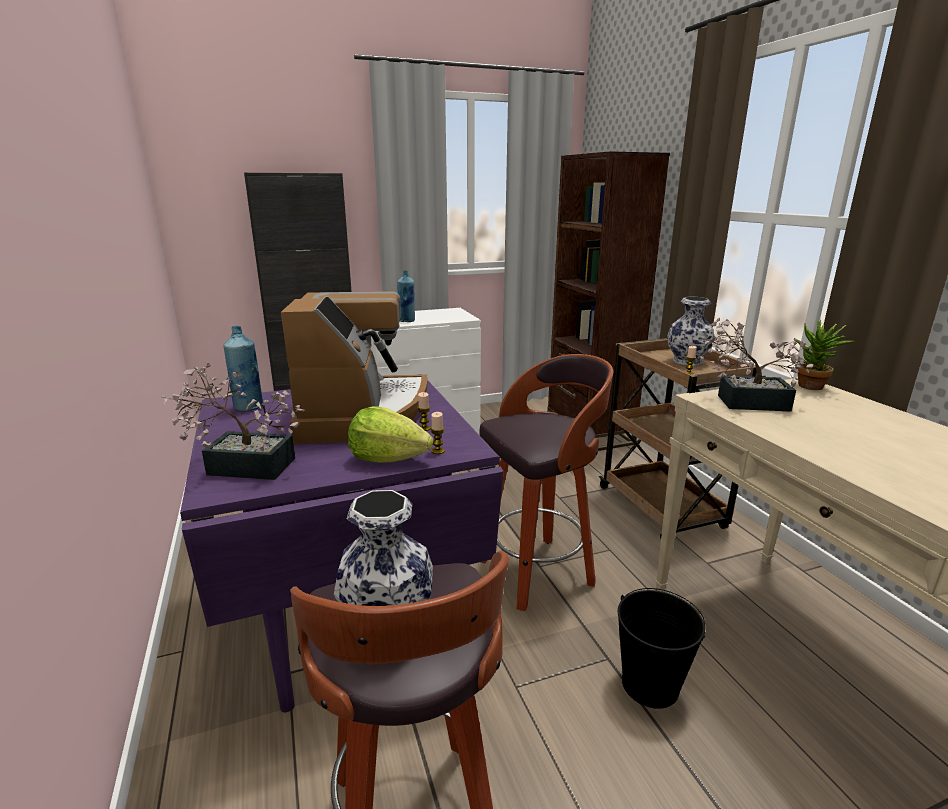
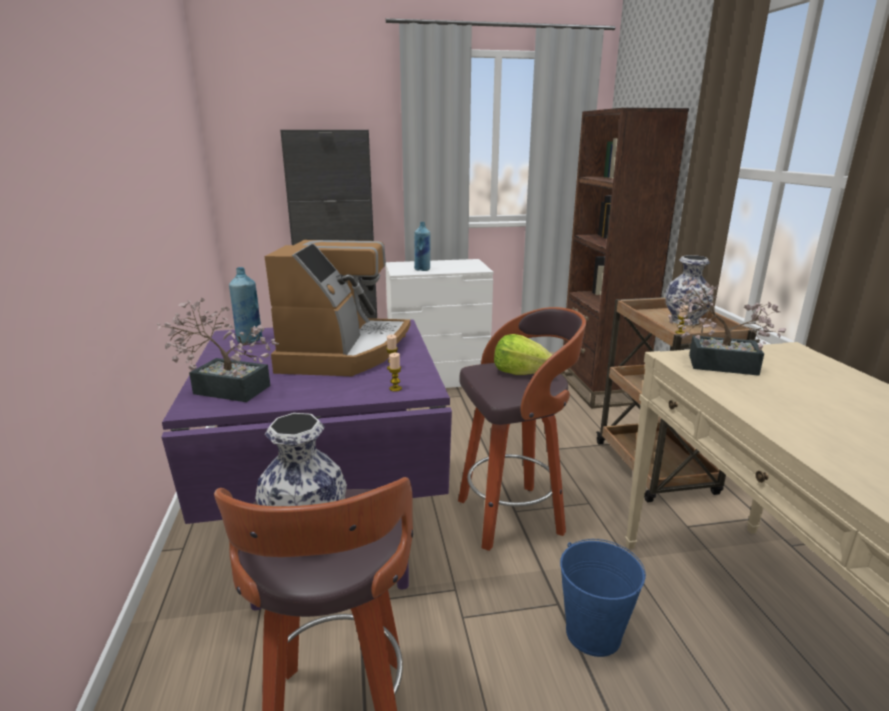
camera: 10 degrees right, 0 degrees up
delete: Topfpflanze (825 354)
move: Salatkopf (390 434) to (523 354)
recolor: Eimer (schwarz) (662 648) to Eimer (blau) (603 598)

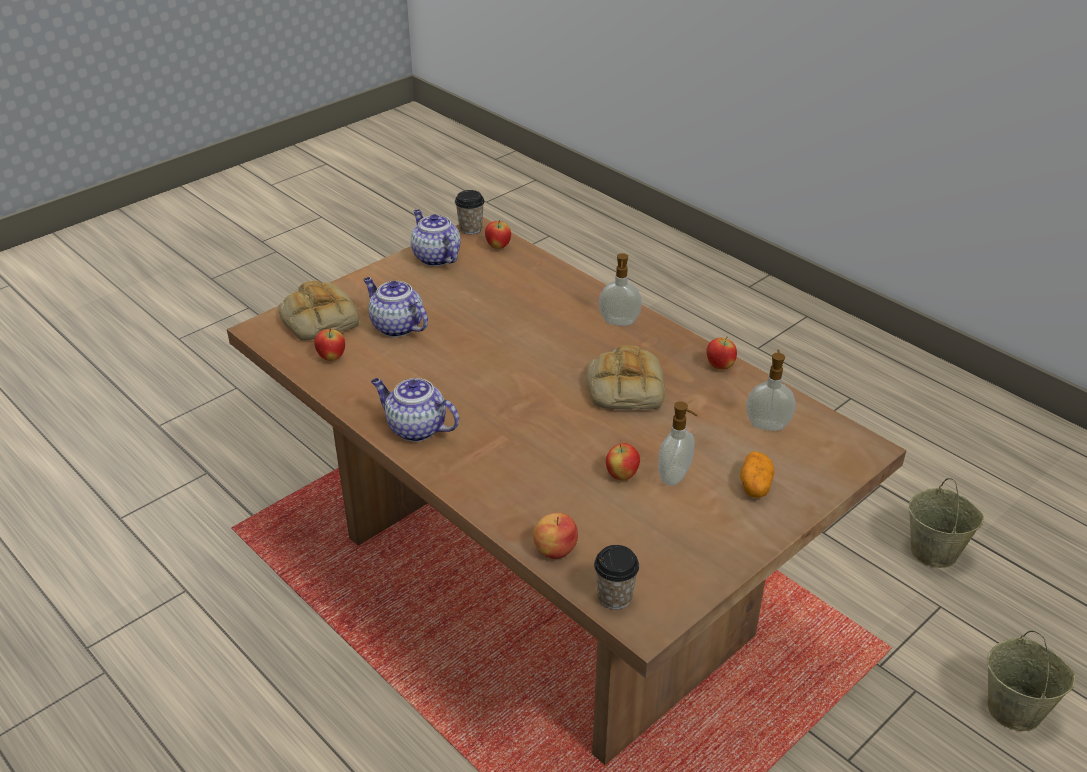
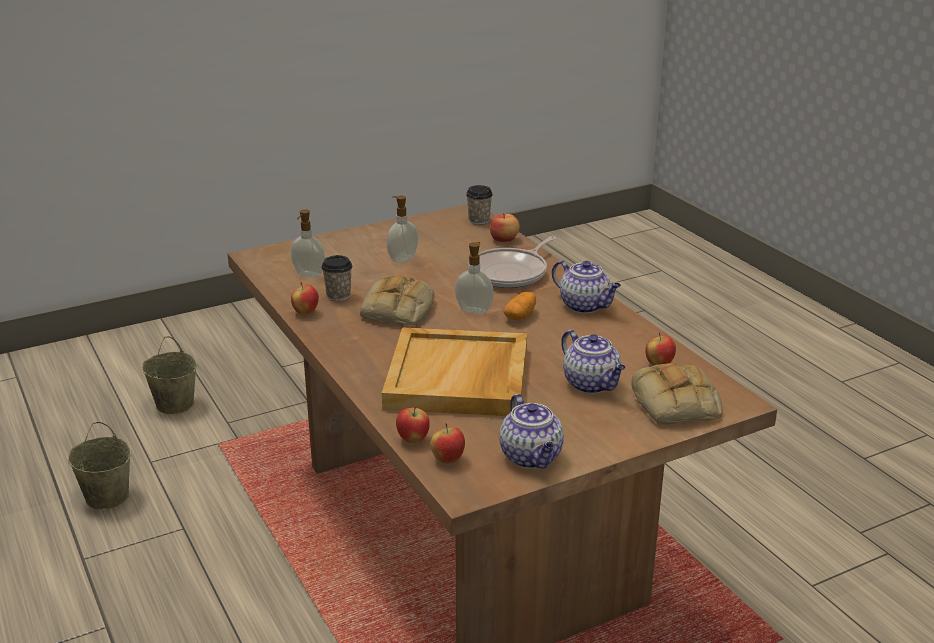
camera: 165 degrees left, 10 degrees down
insert: Pfanne (512 262); Tablett (beige) (454 371)
move: Tasse (470 212) to (337 278); Seifenspender (620 289) to (474 278); Apfel (623 462) to (413 425); Kartoffel (757 474) to (519 306)

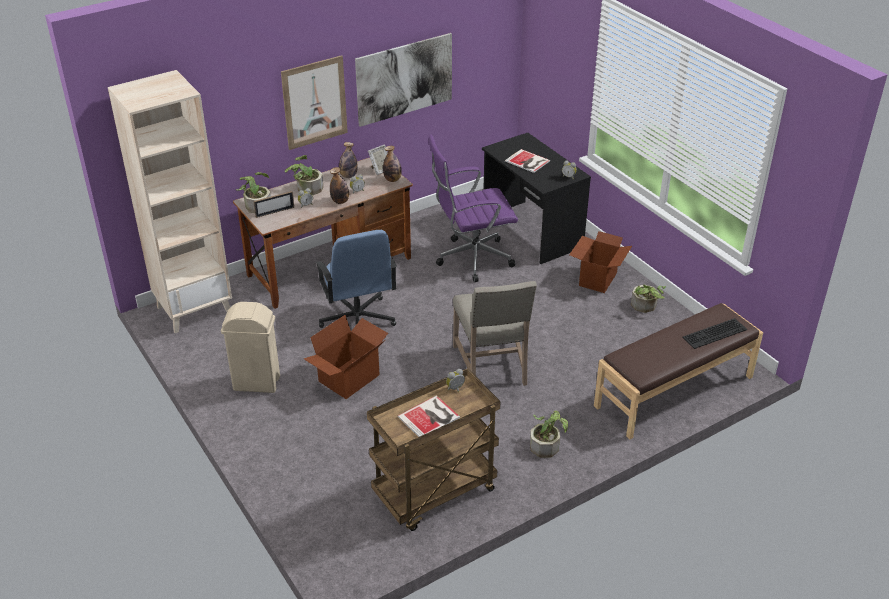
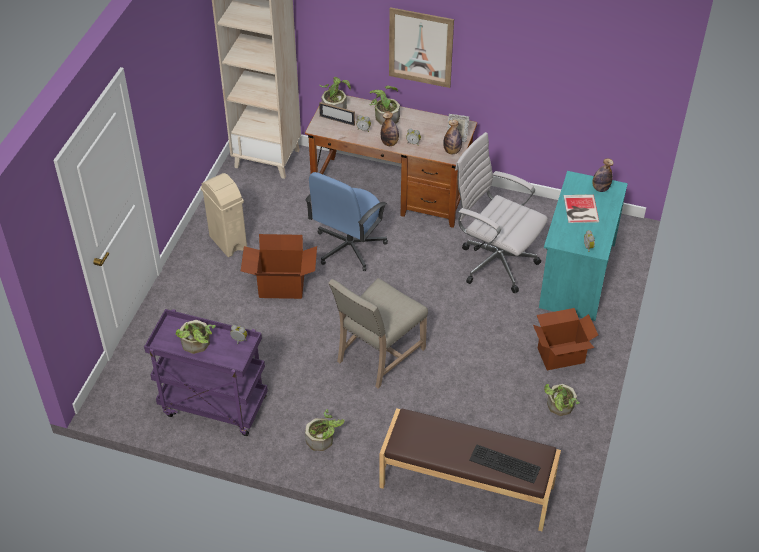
camera: 50 degrees right, 10 degrees up
delete: Bild (403 80)
move: Flasche (348 160) to (603 175)
replace: Buch (429 416) to Topfpflanze (196 337)
recolor: Schreibtisch (schwarz) (536 198) to Schreibtisch (türkis) (583 246); Bürostuhl (lila) (473 208) to Bürostuhl (weiß) (501 212); Rollwagen (braun) (434 449) to Rollwagen (lila) (206 372)

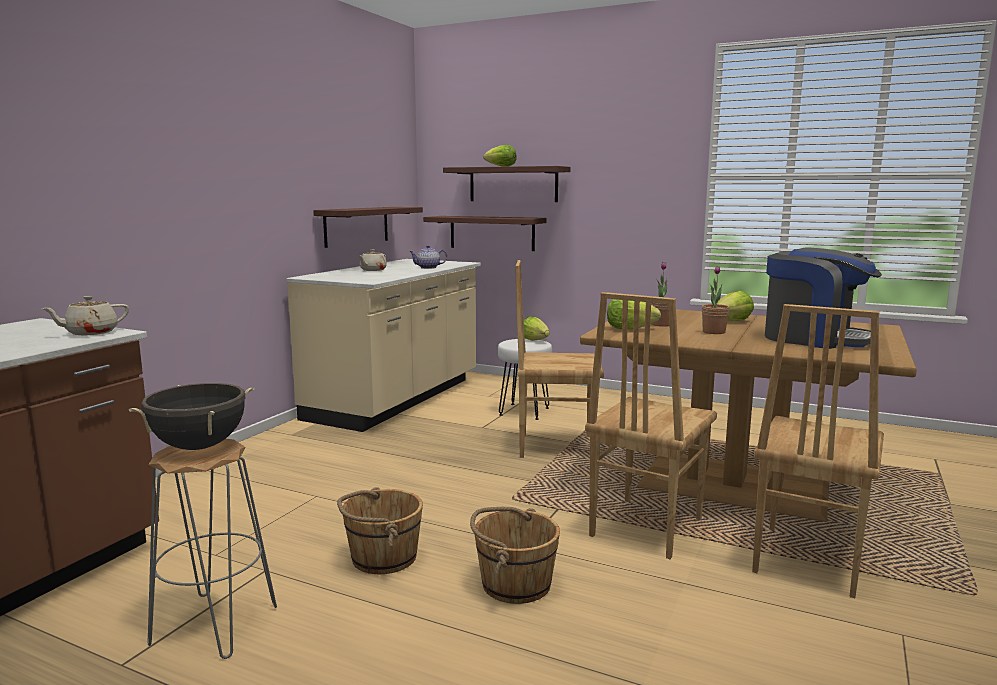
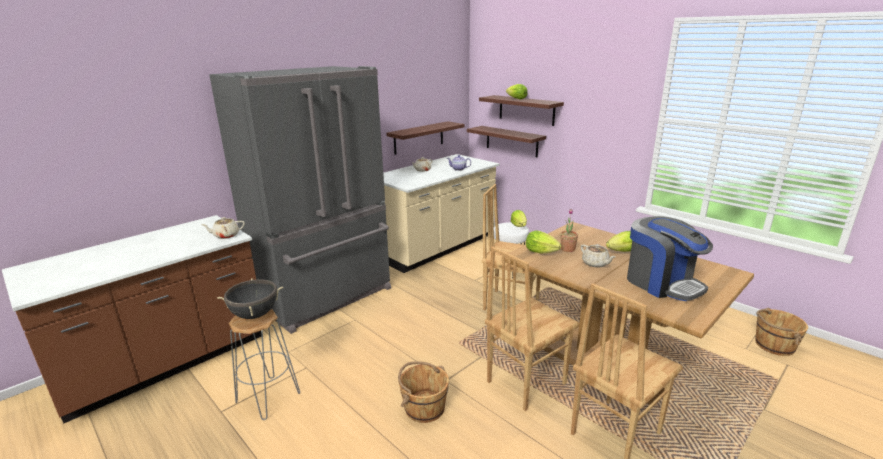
camera: 20 degrees right, 10 degrees up
insert: Kühlschrank (grau) (300 200)
move: Eimer (braun) (380 530) to (781 332)
replace: Topfpflanze (715 300) to Teekanne (beige) (598 256)

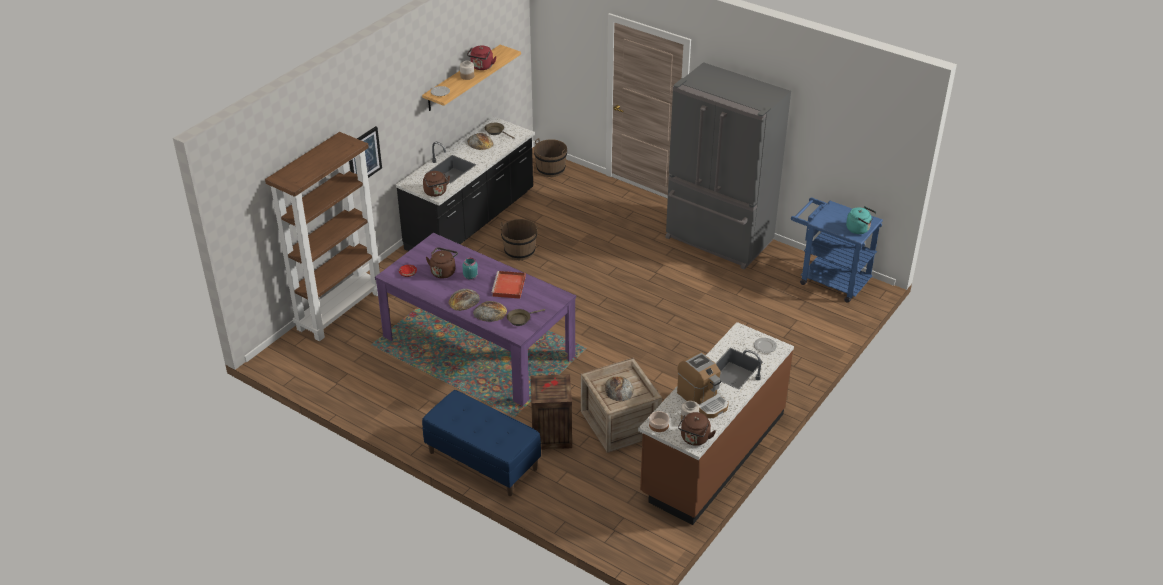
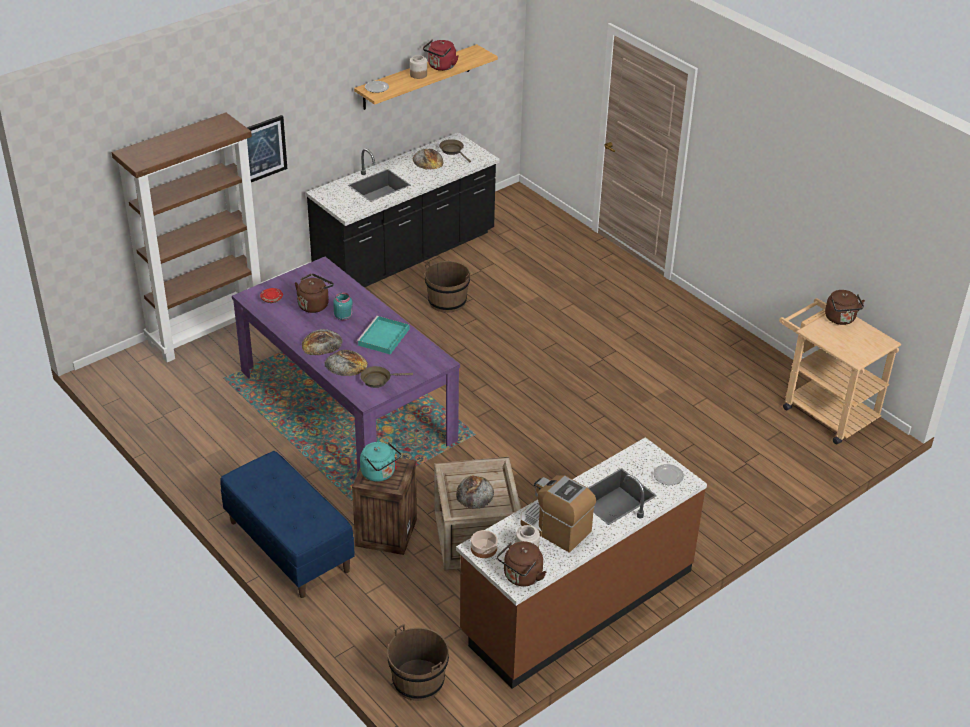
camera: 15 degrees right, 0 degrees up
delete: Kühlschrank (grau) (728 165)
move: Eimer (braun) (550 157) to (418 662); Wasserkessel (braun) (436 184) to (845 307); Wasserkessel (türkis) (861 220) to (380 462)
recolor: Rollwagen (blau) (837 250) to Rollwagen (beige) (840 371); Tablett (rot) (508 285) to Tablett (türkis) (383 335)
rotate: Kaffeemaschine (703 385) = (558 513) 150 degrees clockwise

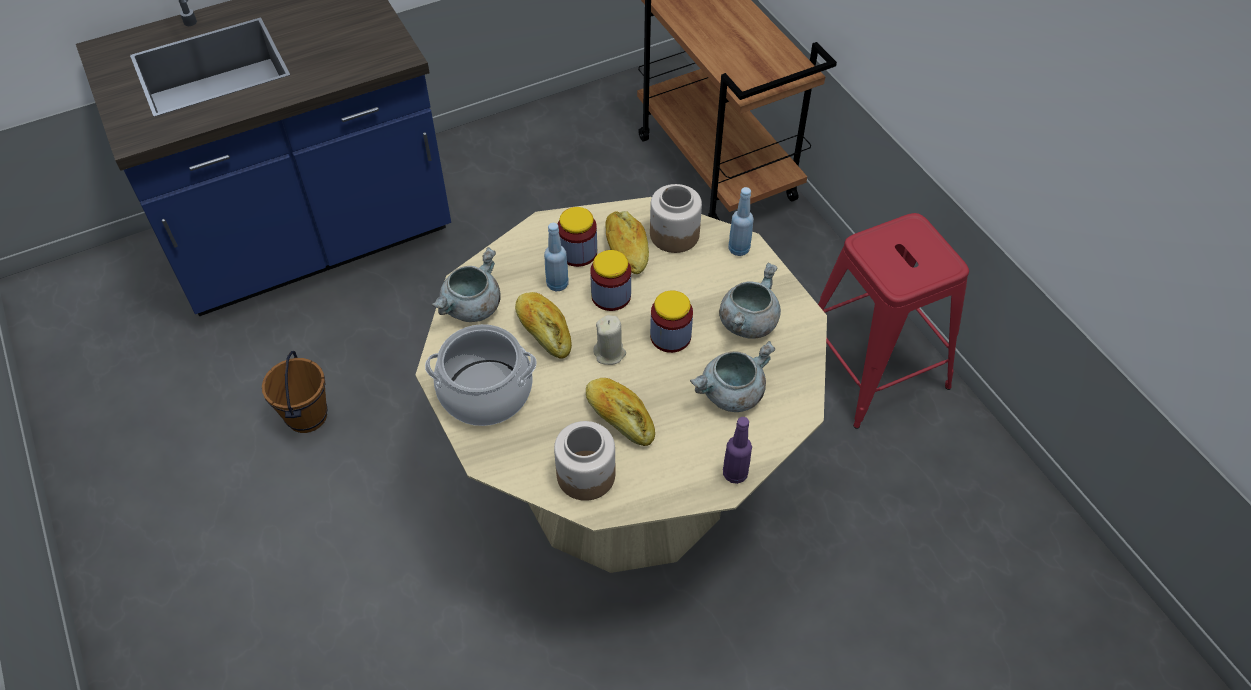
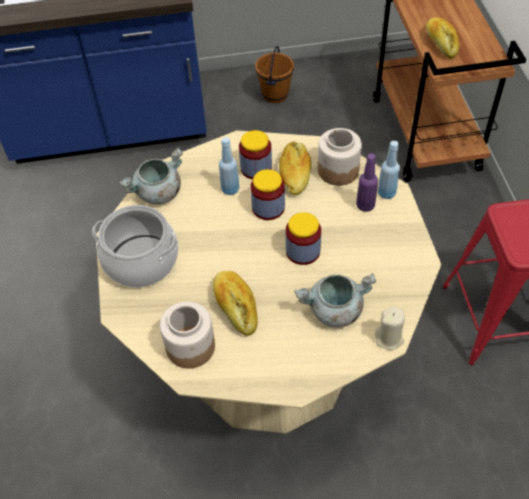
camera: 20 degrees right, 0 degrees up
delete: Kochtopf (grau) (750 301)
move: Brot (543 325) to (442 37); Kerze (beige) (609 340) to (390 328); Eimer (braun) (294 392) to (274 74); Flasche (lila) (737 450) to (367 182)

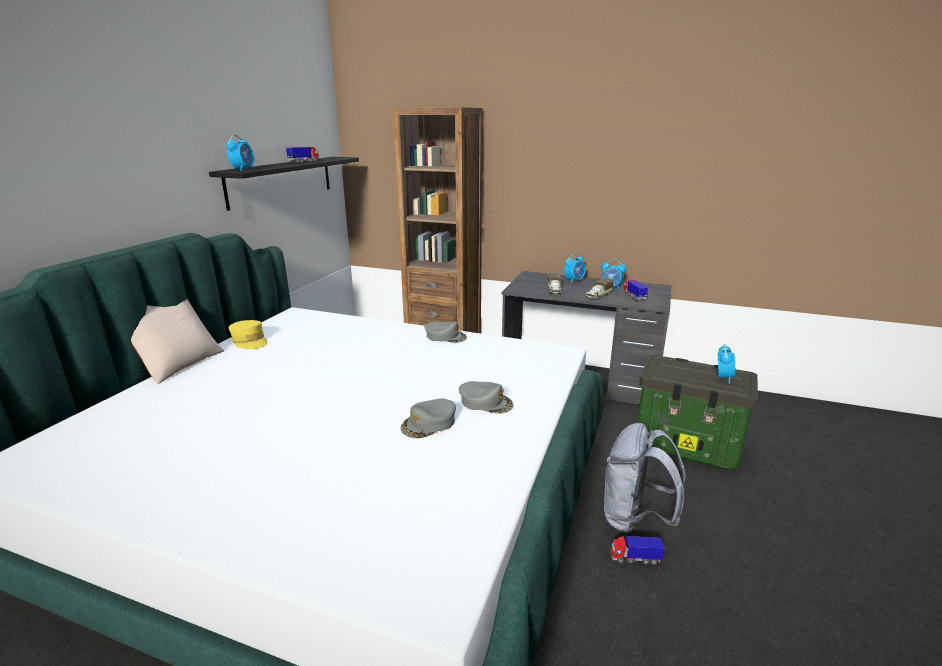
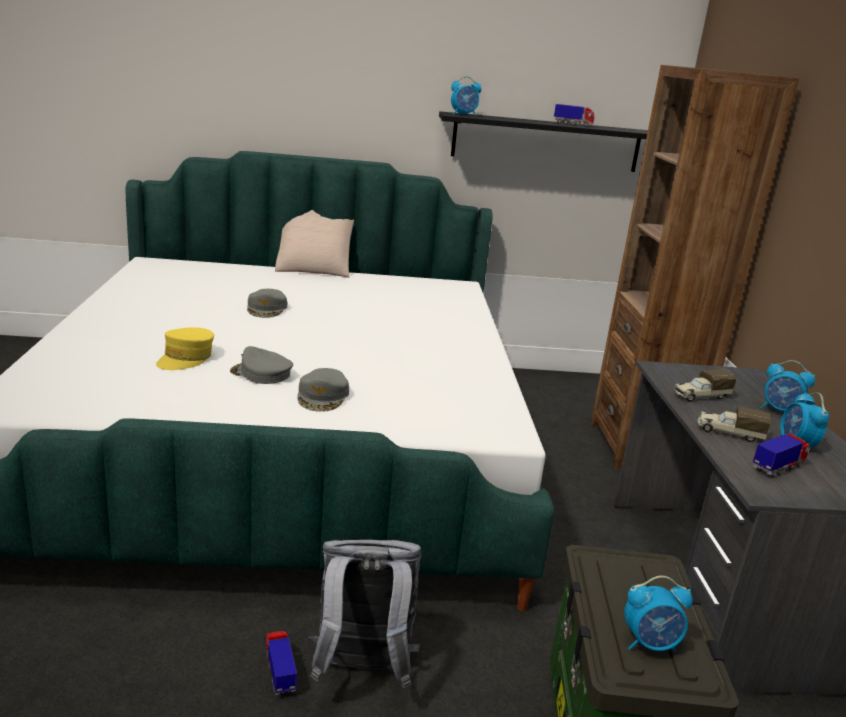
camera: 65 degrees right, 0 degrees up
move: Kappe (gelb) (248 334) to (185 348); Kappe (grau) (445 332) to (267 303)

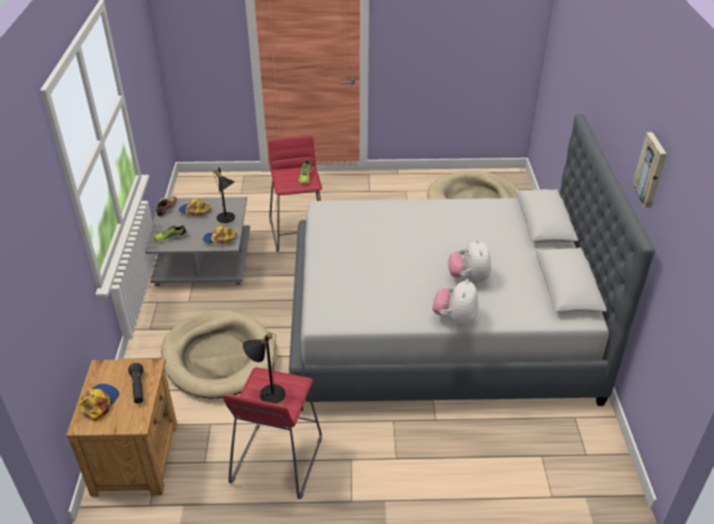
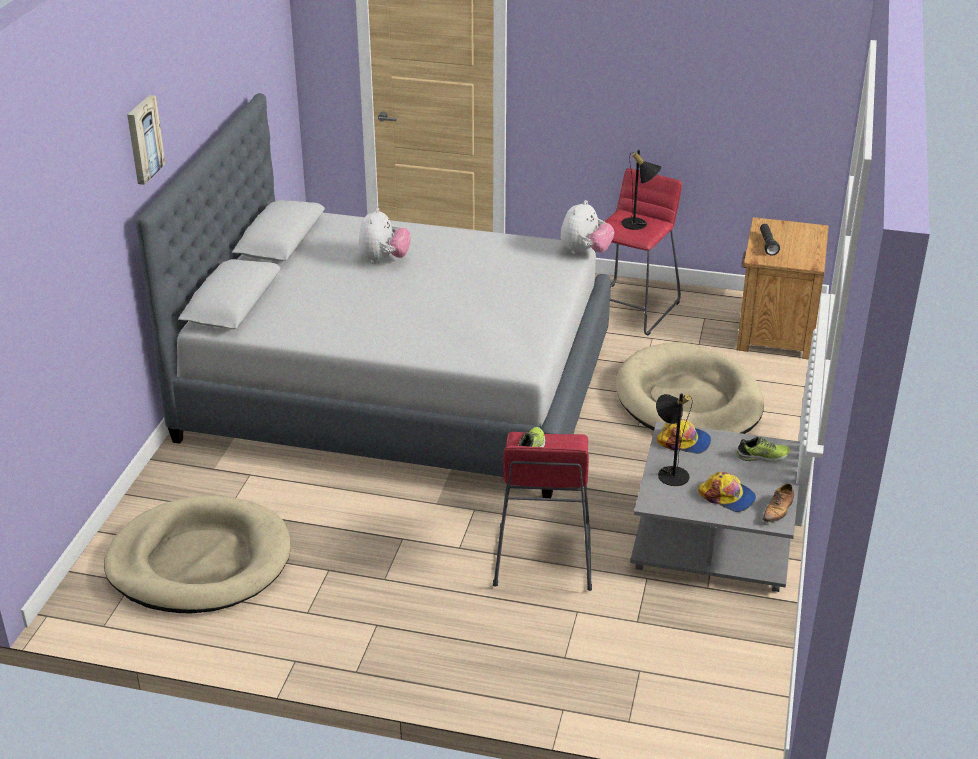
camera: 165 degrees left, 5 degrees down
delete: Kappe (98 402)
move: Bild (649 170) to (146 140); Plüschtier (455 302) to (587 227)

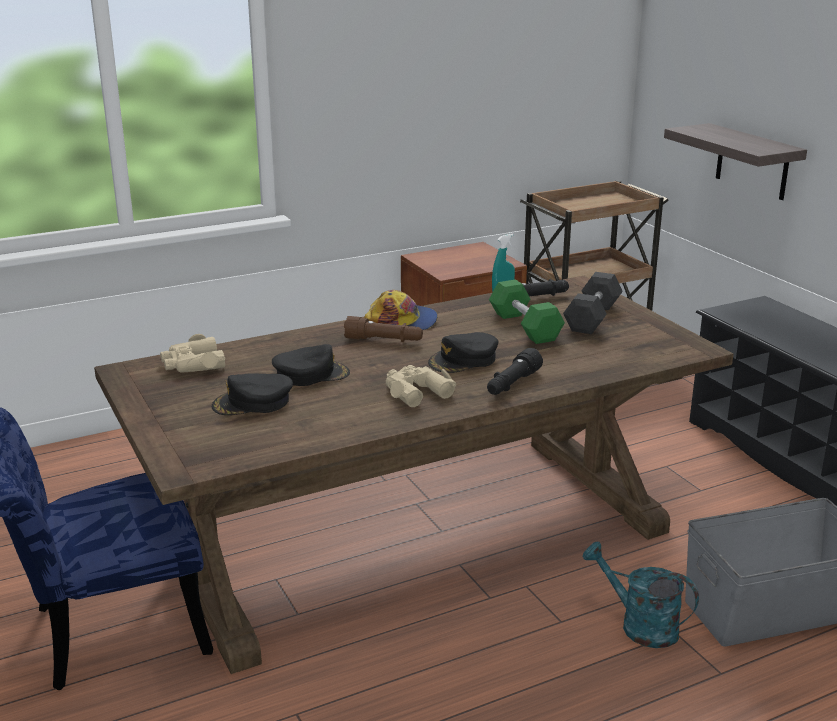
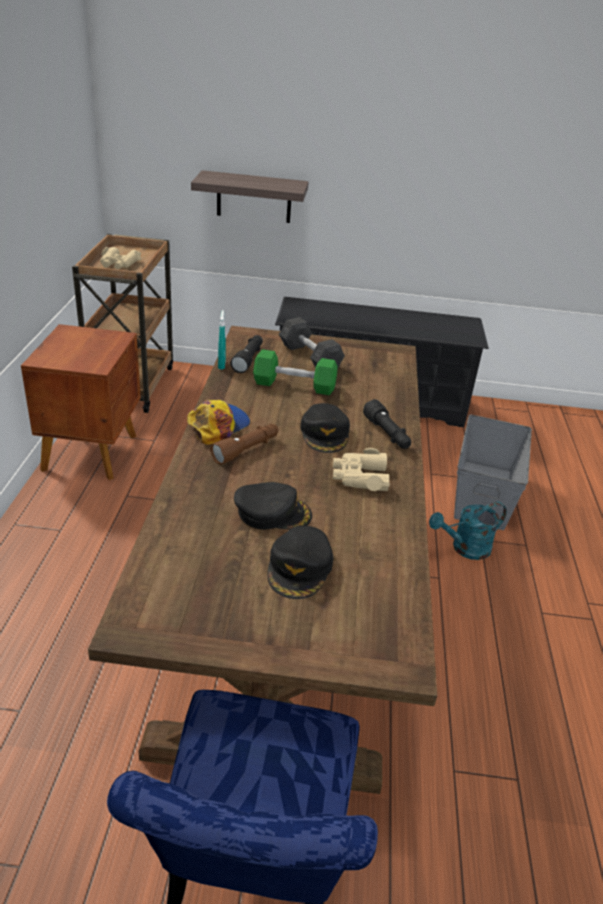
camera: 60 degrees left, 10 degrees up
move: Fernglas (beige) (192 353) to (120 258)
rotate: Kappe (schwarz) (311 365) = (273 506) 75 degrees clockwise

